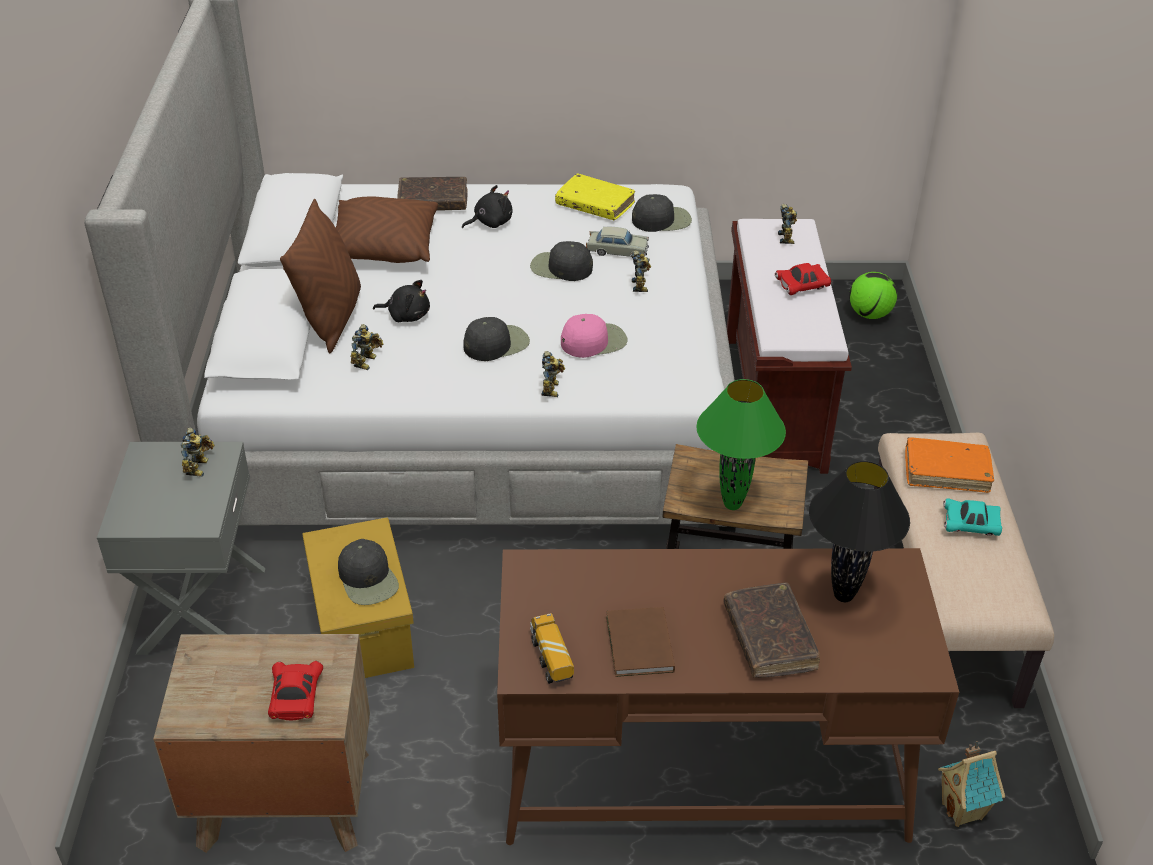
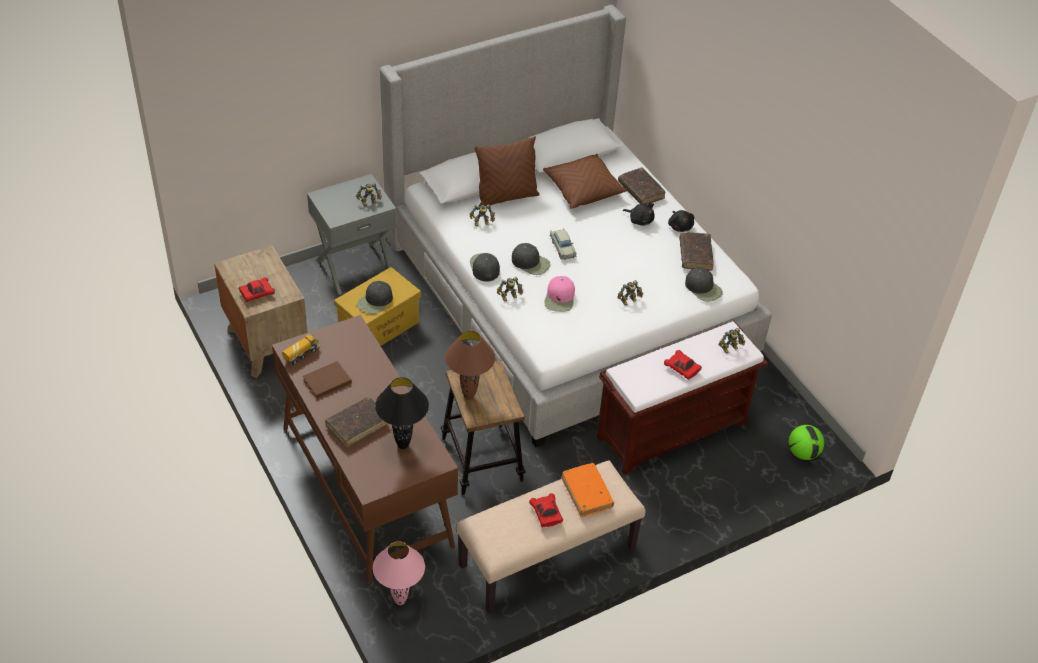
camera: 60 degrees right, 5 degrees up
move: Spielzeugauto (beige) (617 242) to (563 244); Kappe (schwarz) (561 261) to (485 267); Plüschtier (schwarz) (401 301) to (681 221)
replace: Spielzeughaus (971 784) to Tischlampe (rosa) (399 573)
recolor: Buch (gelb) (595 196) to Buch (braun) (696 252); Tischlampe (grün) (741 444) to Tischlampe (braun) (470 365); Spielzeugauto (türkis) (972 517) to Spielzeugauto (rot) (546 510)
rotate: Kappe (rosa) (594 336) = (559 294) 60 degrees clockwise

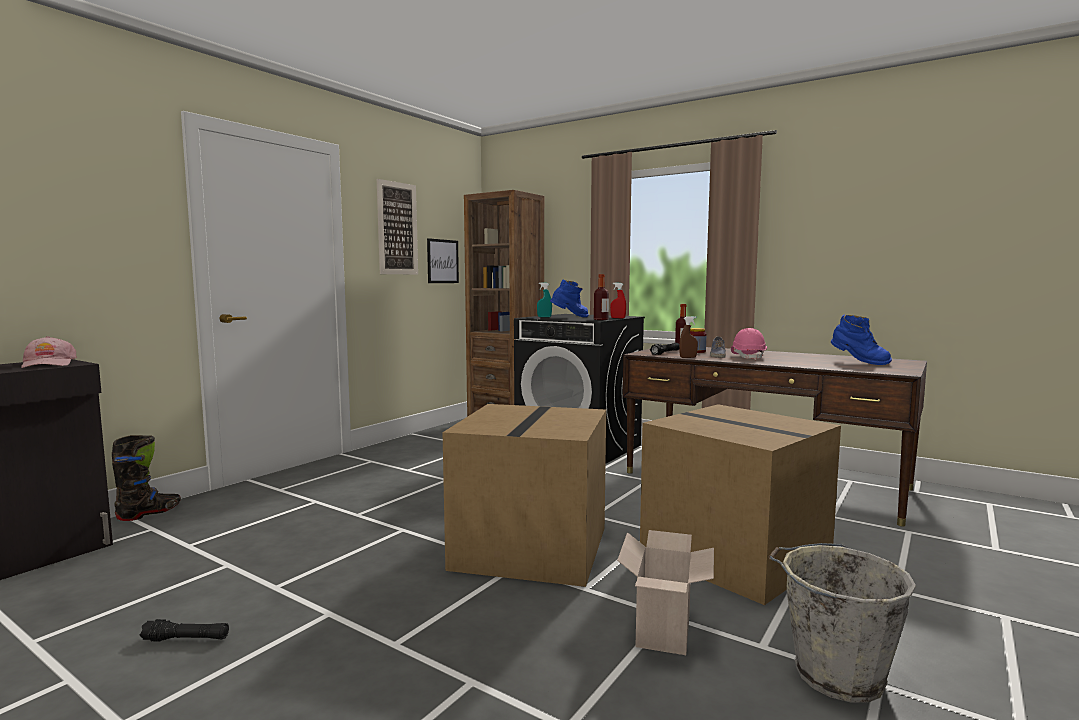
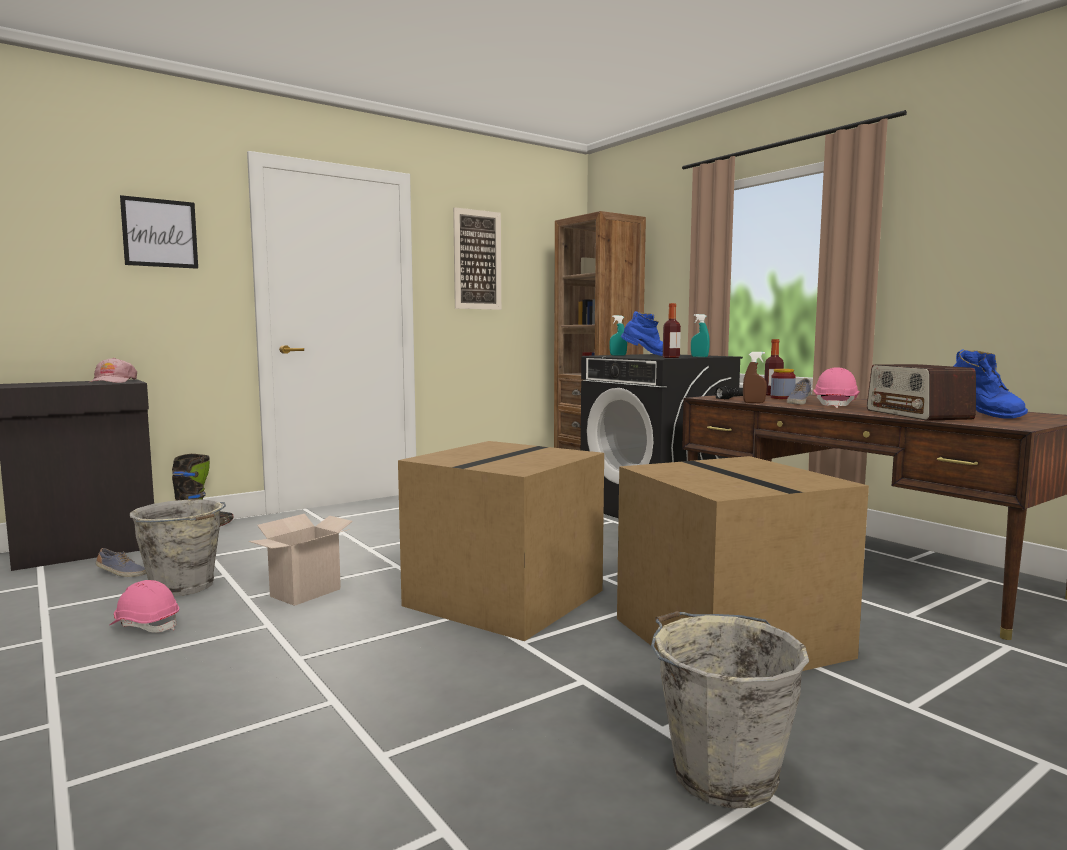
camera: 20 degrees right, 0 degrees up
insert: Radio (921 392); Eimer (grau) (178 548); Schuh (121 562)
move: Bild (443 260) to (159 232); Karton (665 592) to (301 560)
replace: Taschenlampe (schwarz) (184 630) to Schutzhelm (rosa) (144 606)
recolor: Sprühflasche (rot) (618 300) to Sprühflasche (türkis) (700 335)

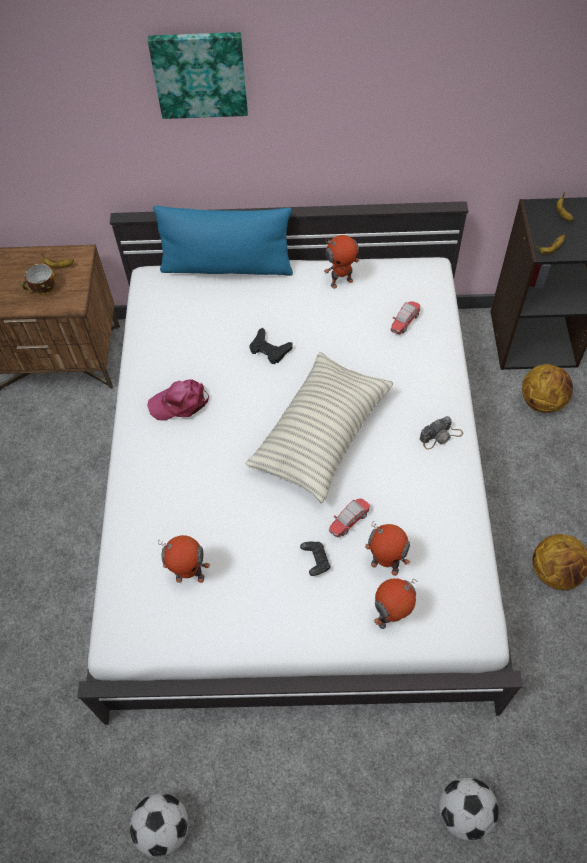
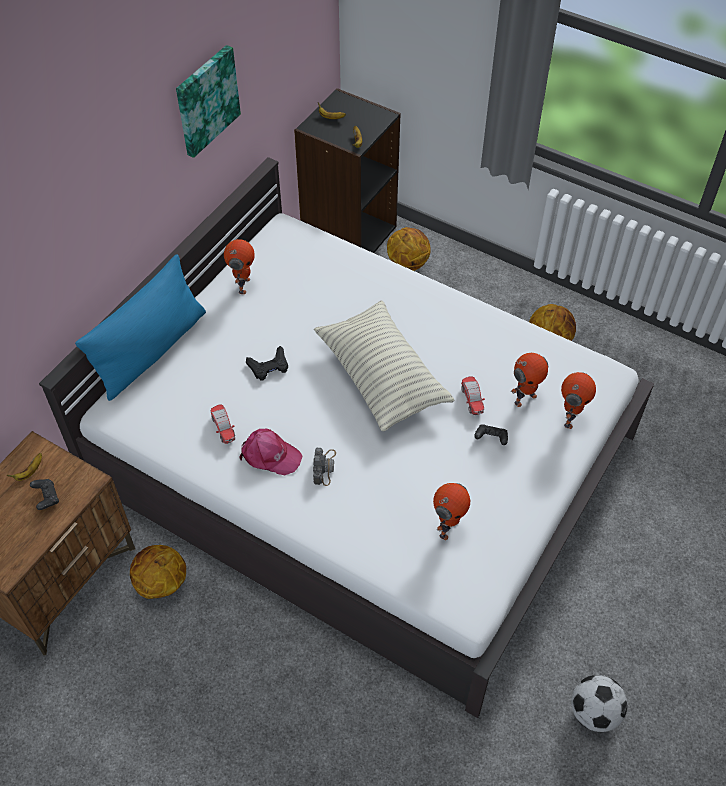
camera: 60 degrees left, 5 degrees down
delete: Fußball (469 809)
insert: Basketball (158 572)
move: Bild (198 75) to (208 101); Spielzeugauto (406 318) to (223 424); Kamera (441 432) to (324 467)
replace: Tasse (38 279) to Gamepad (schwarz) (44 494)
rotate: Kappe (rosa) (178 400) = (271 452) 90 degrees counterclockwise; Spielzeugroboter (395 603) = (578 400) 150 degrees counterclockwise

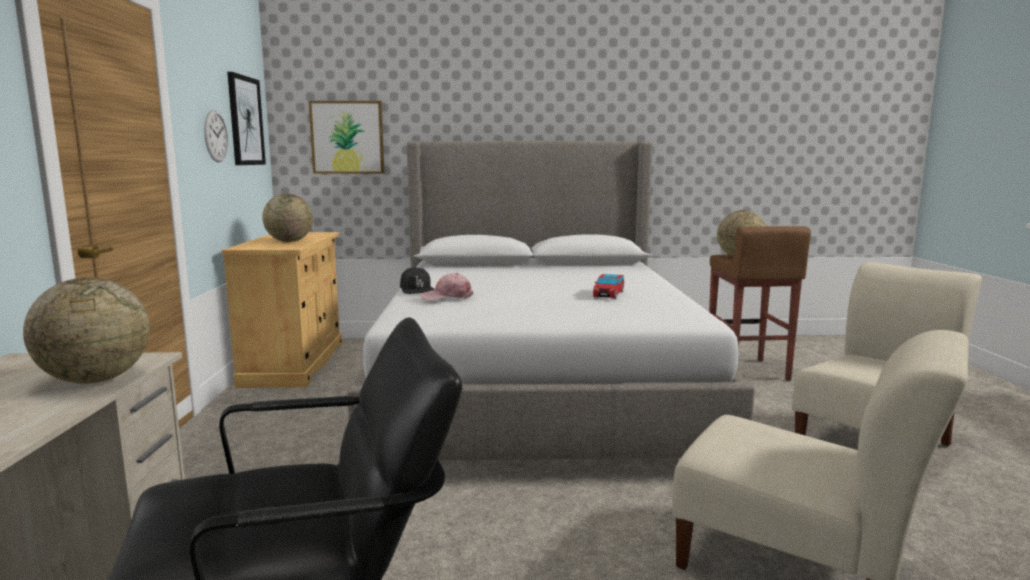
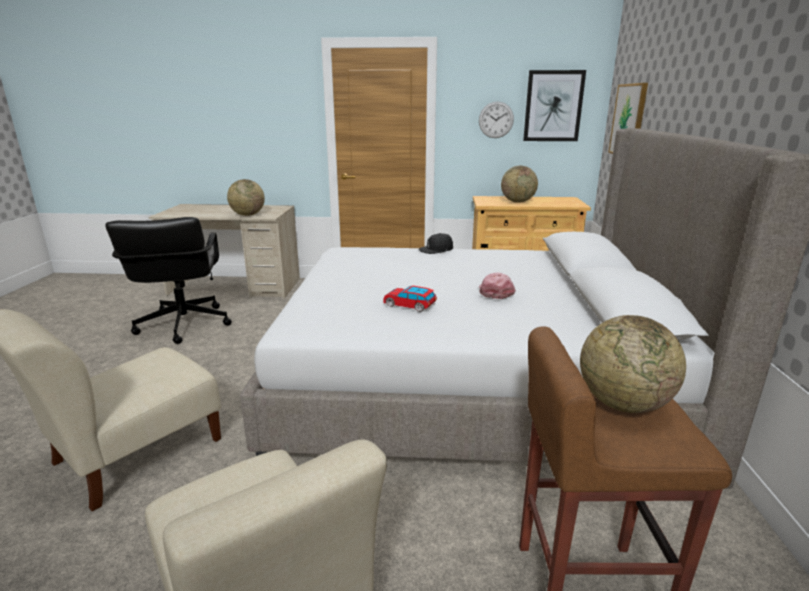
camera: 95 degrees right, 10 degrees up
move: Kappe (rosa) (446 287) to (497 286)

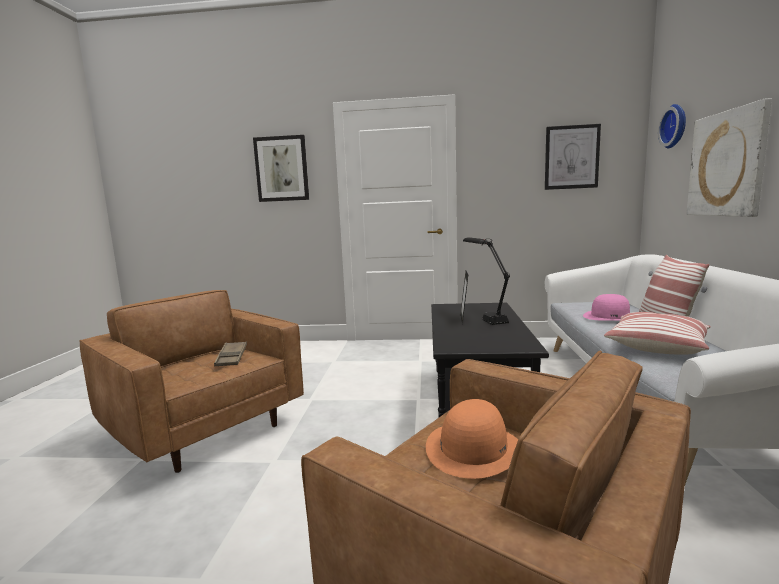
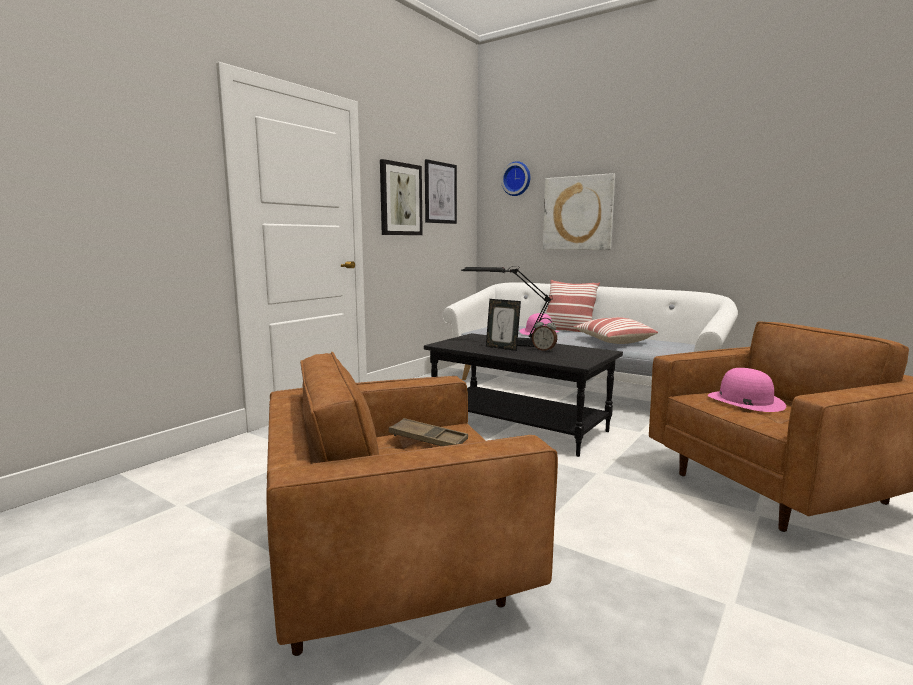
camera: 60 degrees left, 0 degrees up
insert: Wecker (544 334)
move: Bild (281 168) to (401 197)
recolor: Hut (orange) (472 439) to Hut (rosa) (747 390)

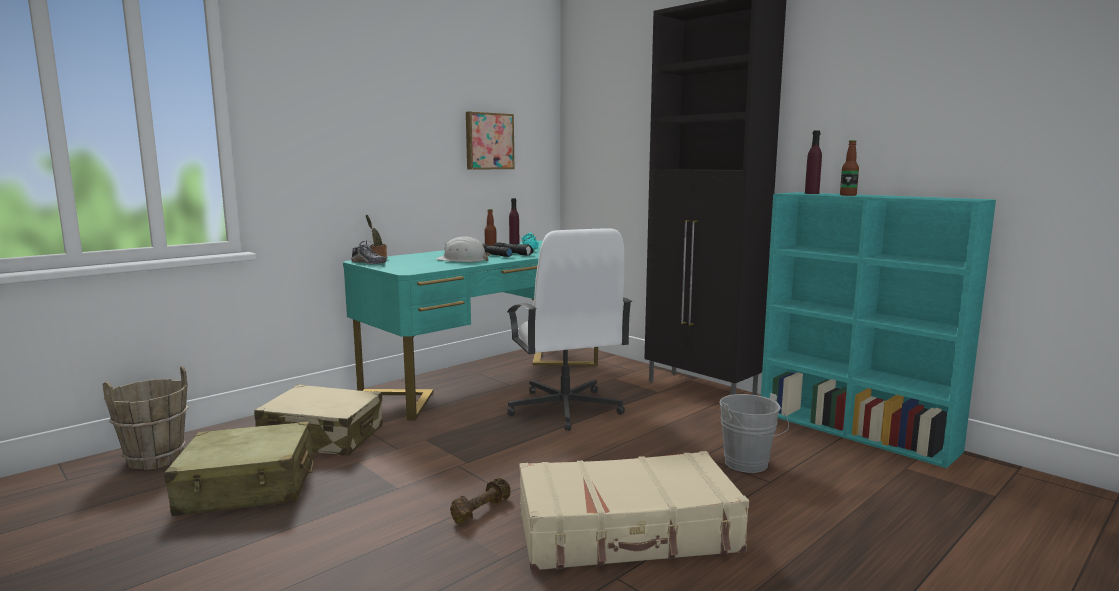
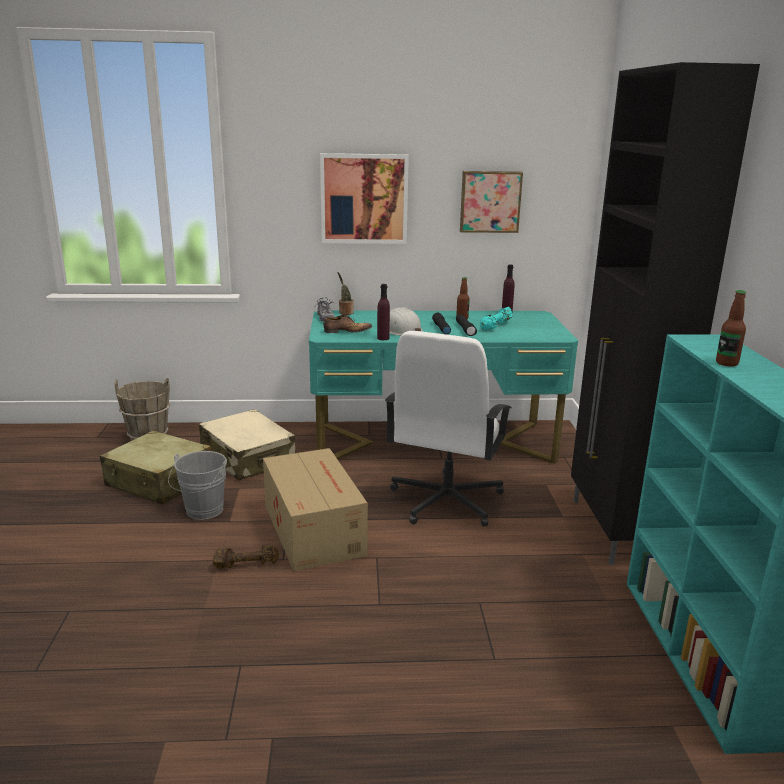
camera: 40 degrees right, 10 degrees up
delete: Koffer (beige) (634 511)
insert: Bild (364 198); Schuh (347 324); Karton (315 509)
move: Flasche (lila) (813 162) to (383 312); Eimer (grau) (754 433) to (197 485)

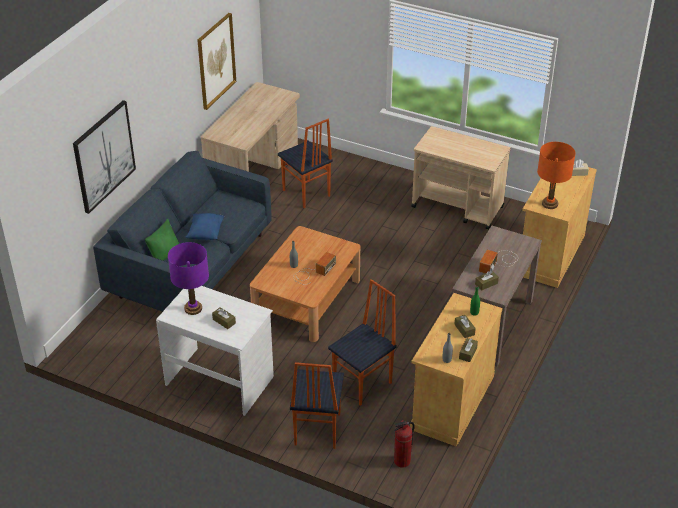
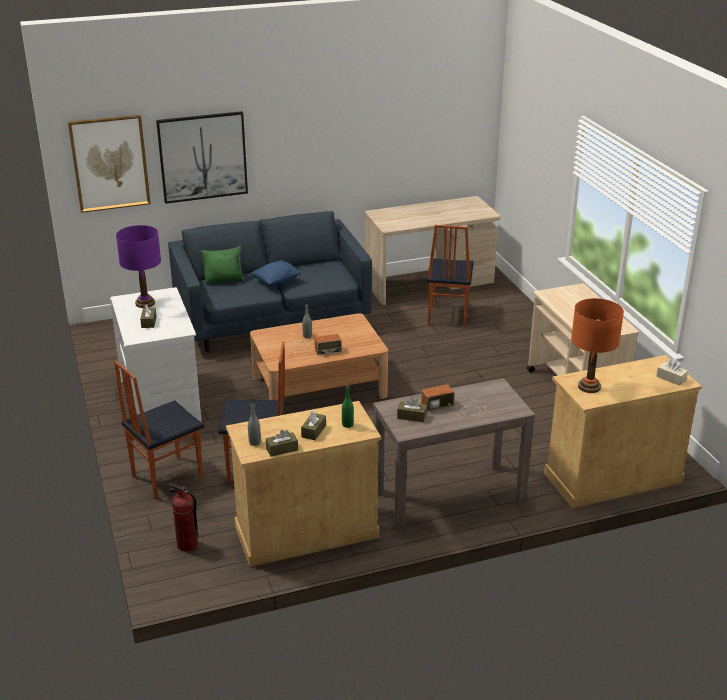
camera: 45 degrees right, 10 degrees down
move: Bild (216 61) to (109 164)

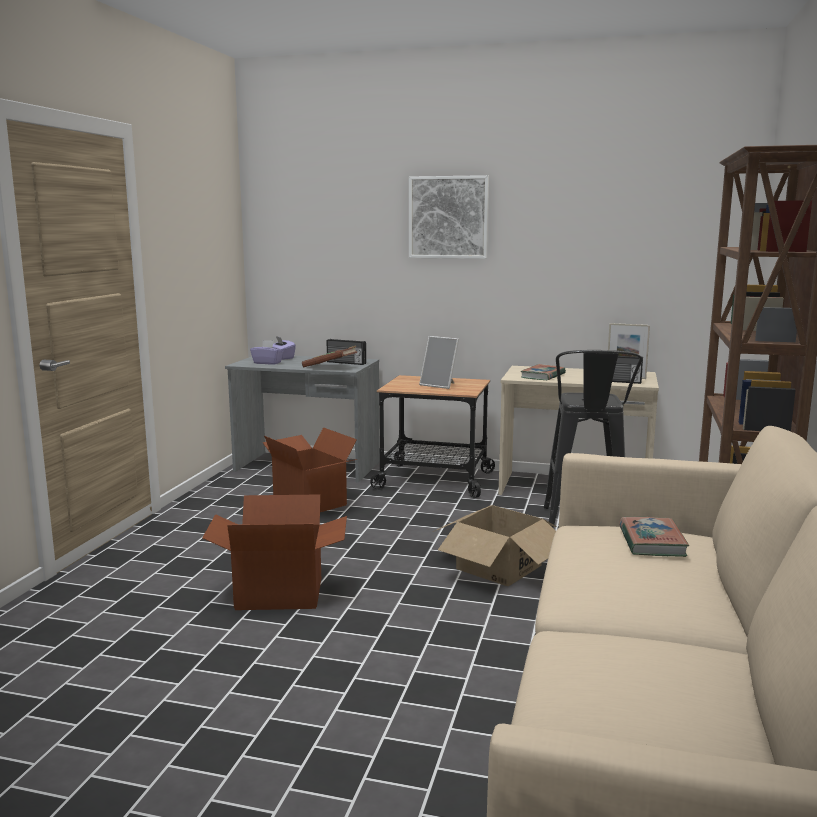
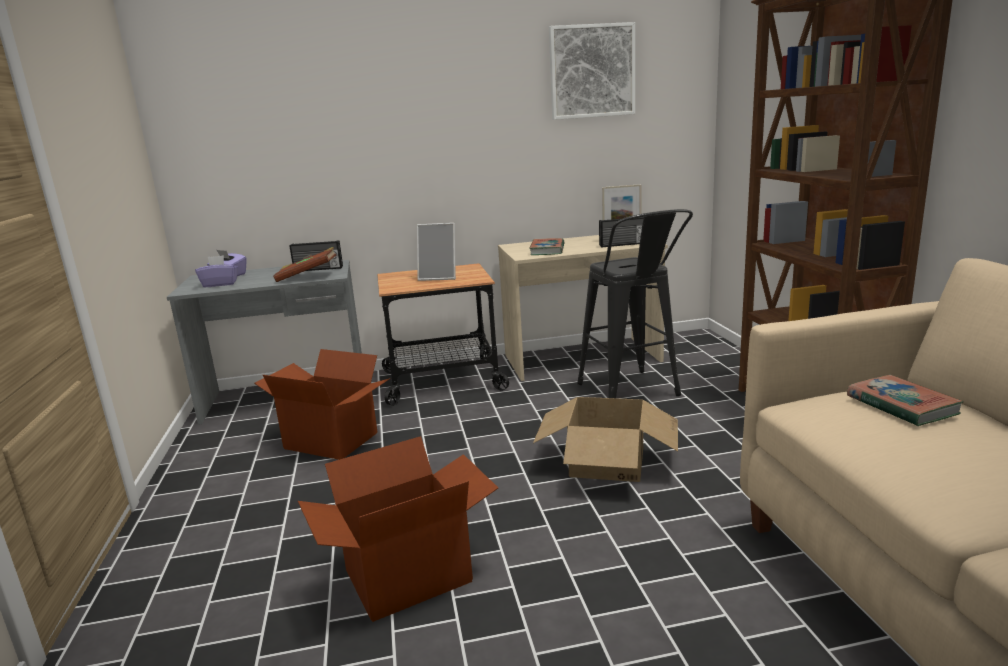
camera: 25 degrees left, 5 degrees up
move: Bild (449 217) to (592 71)

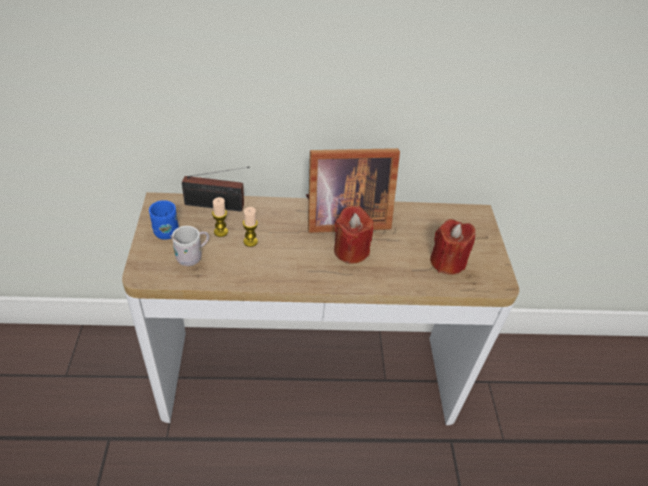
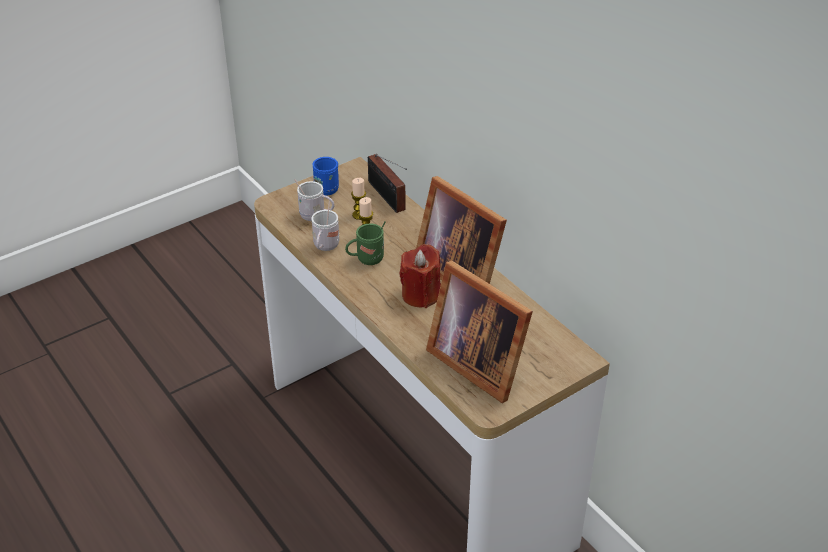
camera: 60 degrees right, 5 degrees down
insert: Henkelbecher (weiß) (325 226); Henkelbecher (grün) (365 243)
replace: Kerze (rot) (453 246) to Bilderrahmen (479 331)

